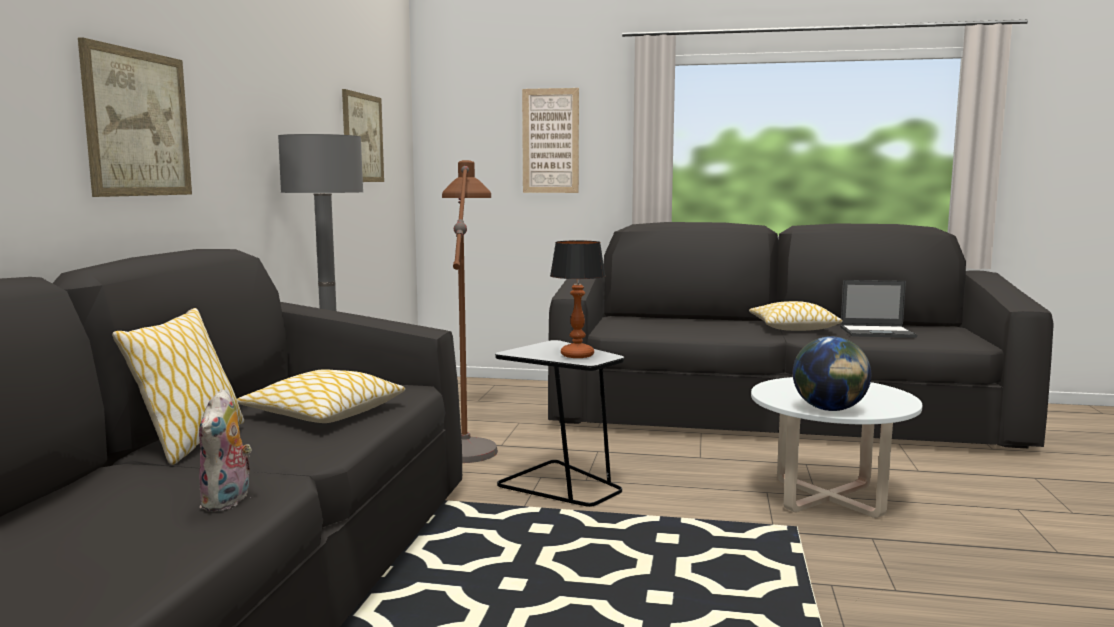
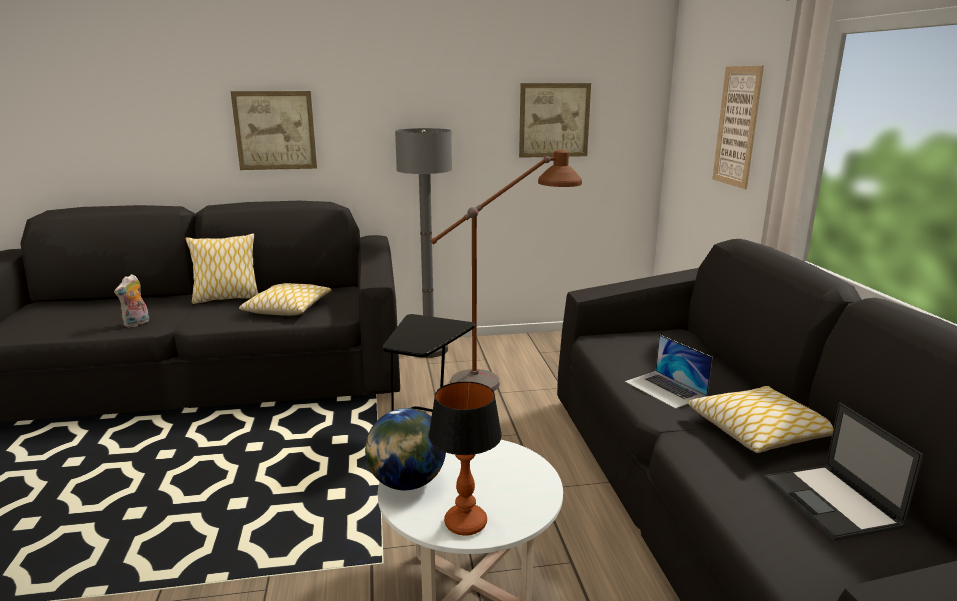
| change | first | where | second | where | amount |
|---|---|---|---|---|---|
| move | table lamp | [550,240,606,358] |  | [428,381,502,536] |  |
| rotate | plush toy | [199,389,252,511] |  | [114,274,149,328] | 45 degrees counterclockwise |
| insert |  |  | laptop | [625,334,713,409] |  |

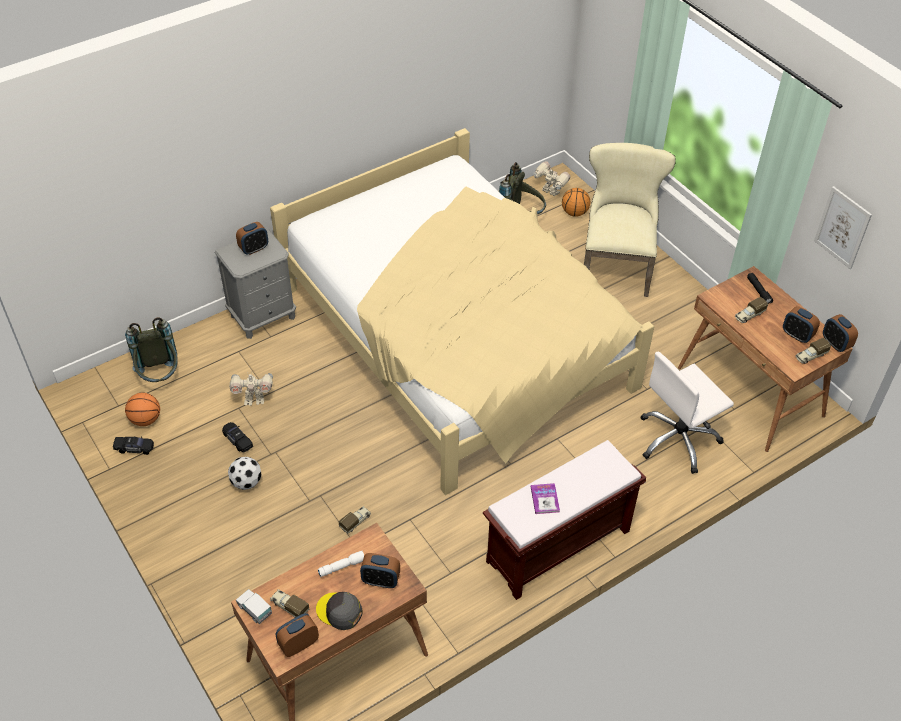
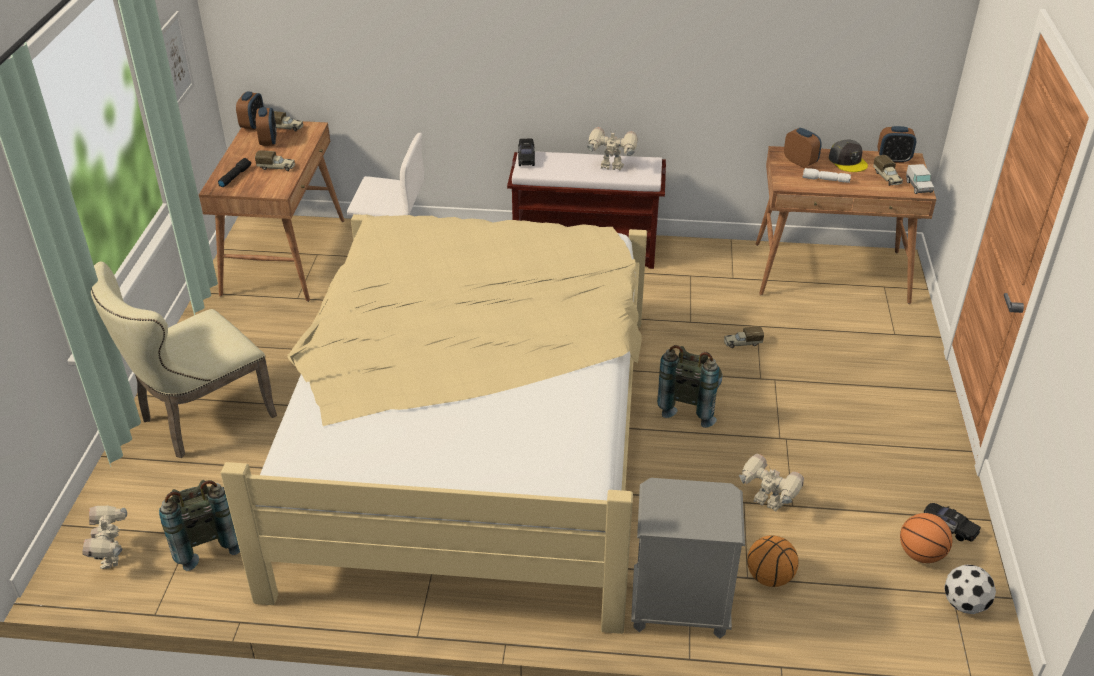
| change | first | where | second | where | amount |
|---|---|---|---|---|---|
| move | basketball | [562,188,590,217] |  | [747,535,798,587] |  |
| delete | alarm clock | [236,222,268,255] |  |  |  |
| move | backpack/grey | [125,318,178,382] |  | [657,345,722,428] |  |
| move | toy car/black | [222,422,253,453] |  | [518,139,535,166] |  |
| move | football | [228,457,262,490] |  | [944,565,996,614] |  |
| replace | book | [531,483,560,514] | toy robot | [587,127,638,170] |  |

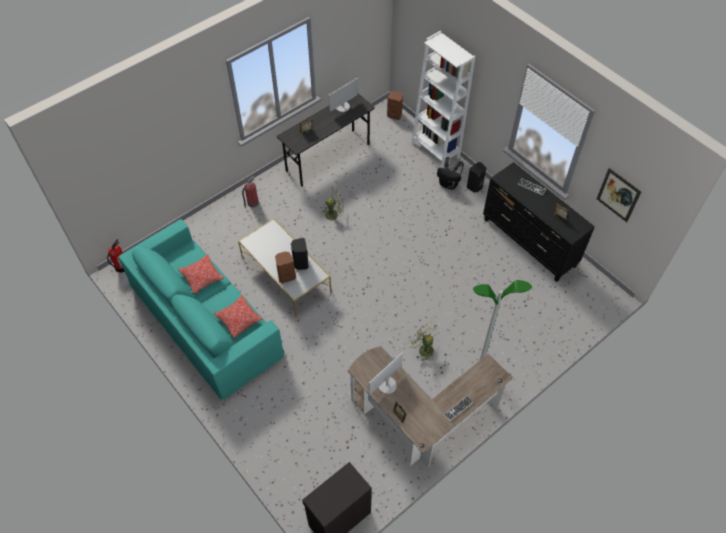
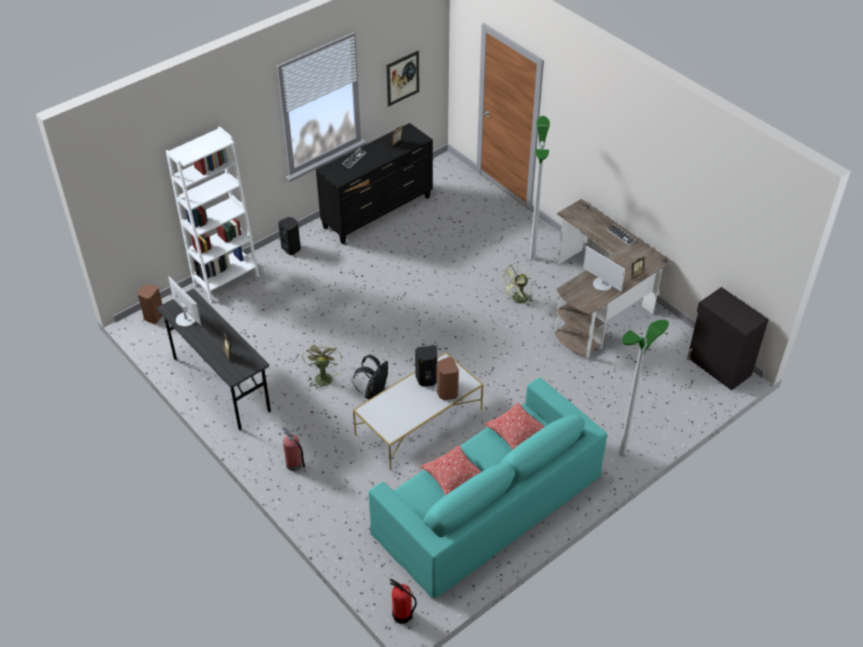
| change | first | where | second | where | amount |
|---|---|---|---|---|---|
| move | backpack/black | [437,157,464,190] |  | [353,355,388,399] |  |
| insert |  |  | floor lamp | [619,320,669,455] |  |

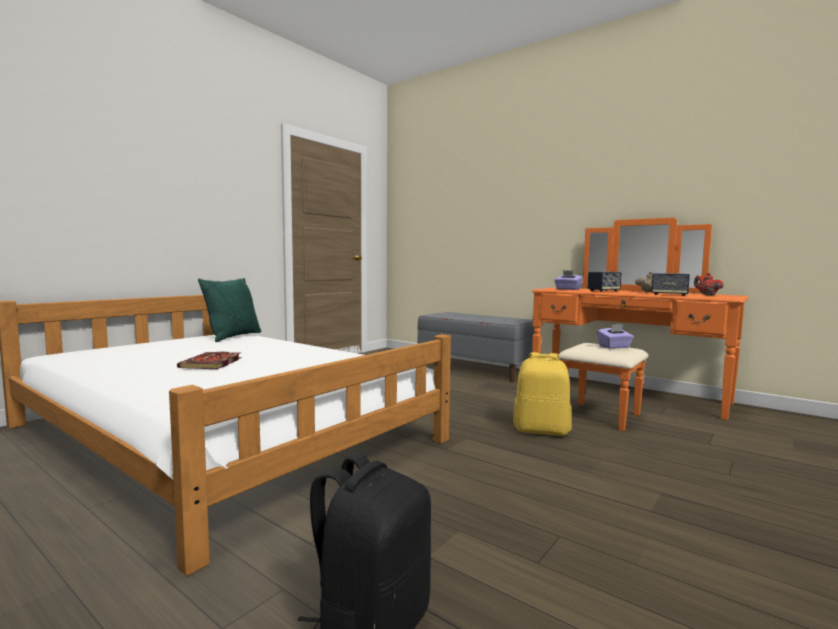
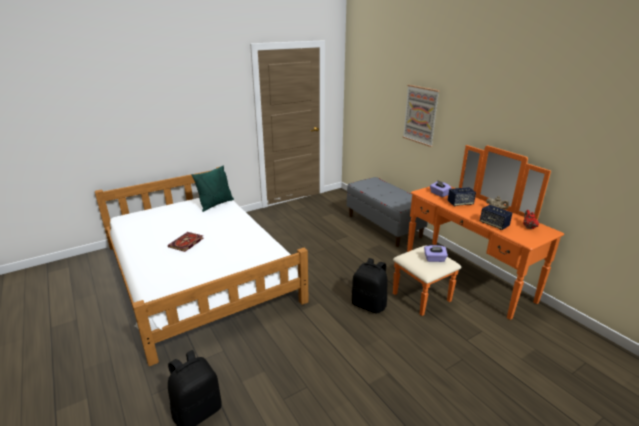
| change | first | where | second | where | amount |
|---|---|---|---|---|---|
| recolor | backpack/yellow | [513,352,572,436] | backpack/black | [351,258,387,313] |  |
| insert |  |  | picture | [403,85,440,147] |  |

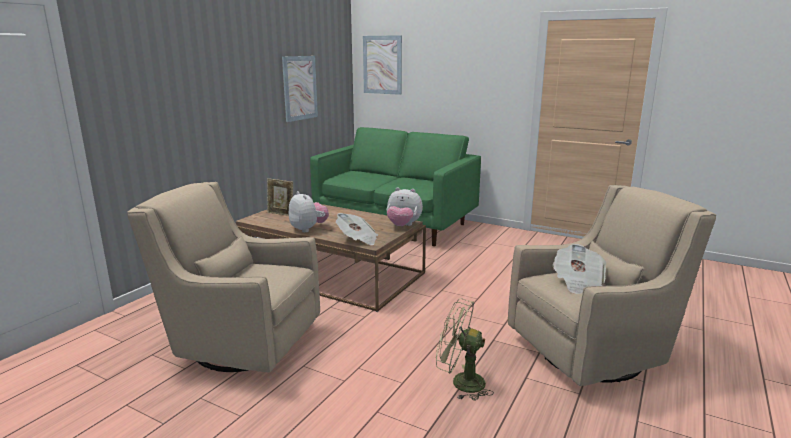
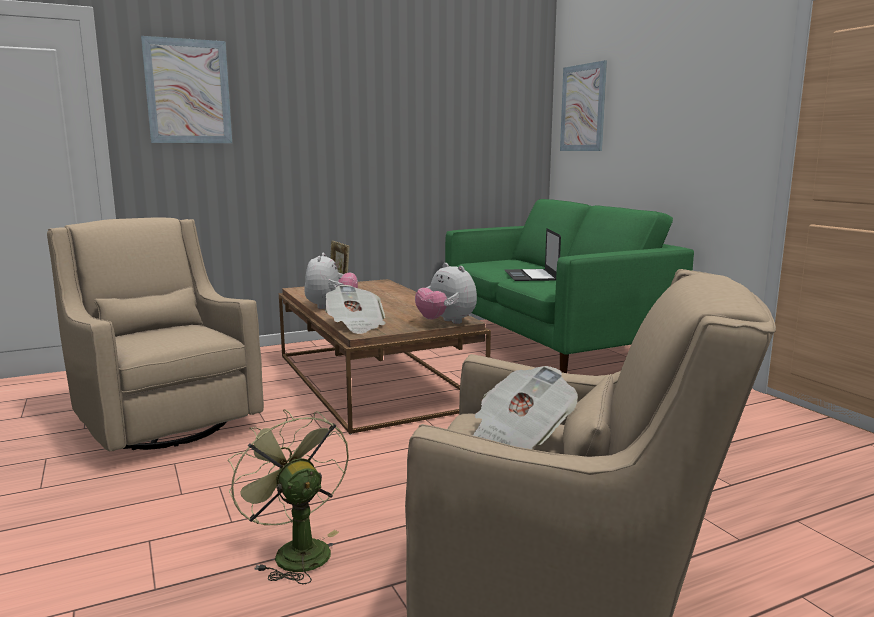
| change | first | where | second | where | amount |
|---|---|---|---|---|---|
| move | picture | [282,56,318,122] |  | [141,36,232,143] |  |
| insert |  |  | laptop | [505,228,561,281] |  |

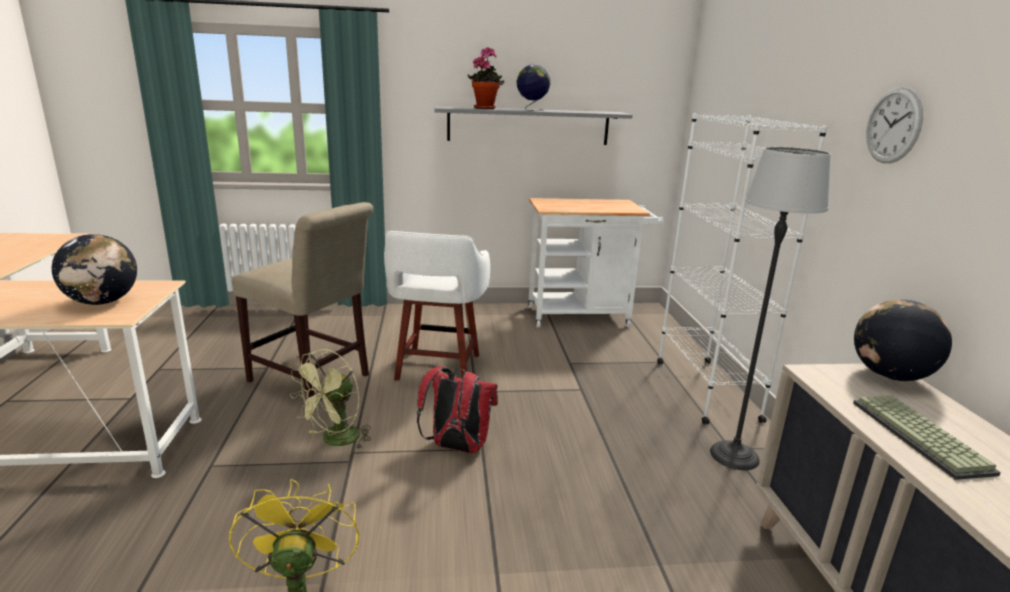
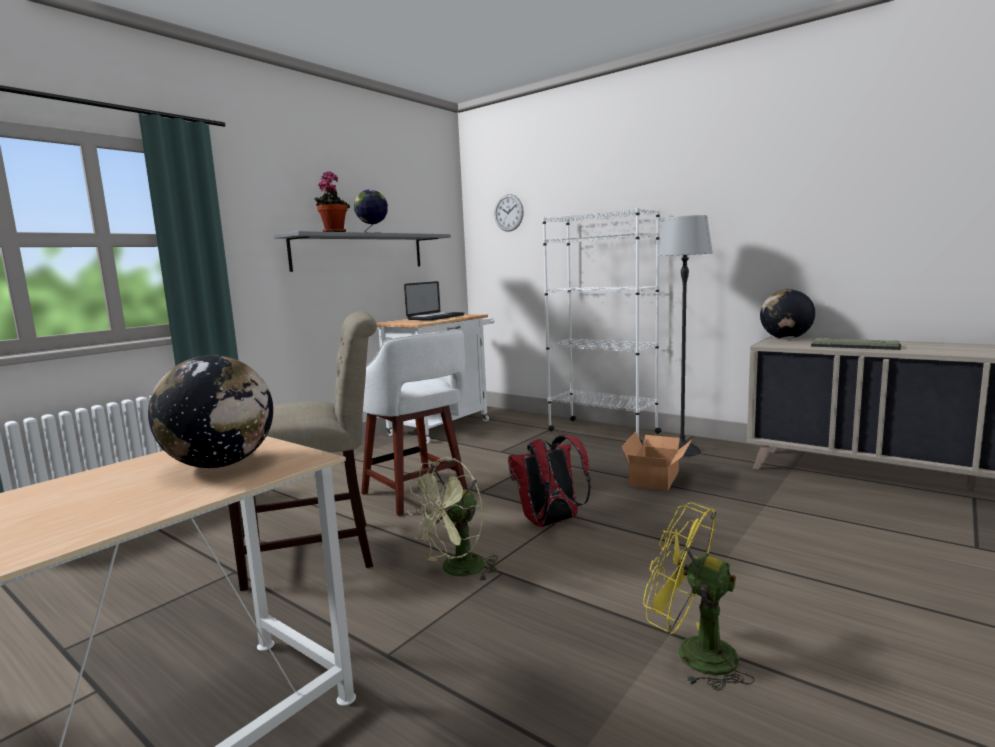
| change | first | where | second | where | amount |
|---|---|---|---|---|---|
| move | wall clock | [866,87,923,163] |  | [494,194,524,232] |  |
| rotate | fan/green | [289,349,371,449] |  | [407,457,498,580] | 60 degrees clockwise |
| insert |  |  | laptop | [404,281,464,320] |  |
| insert |  |  | cardboard box | [621,431,692,491] |  |

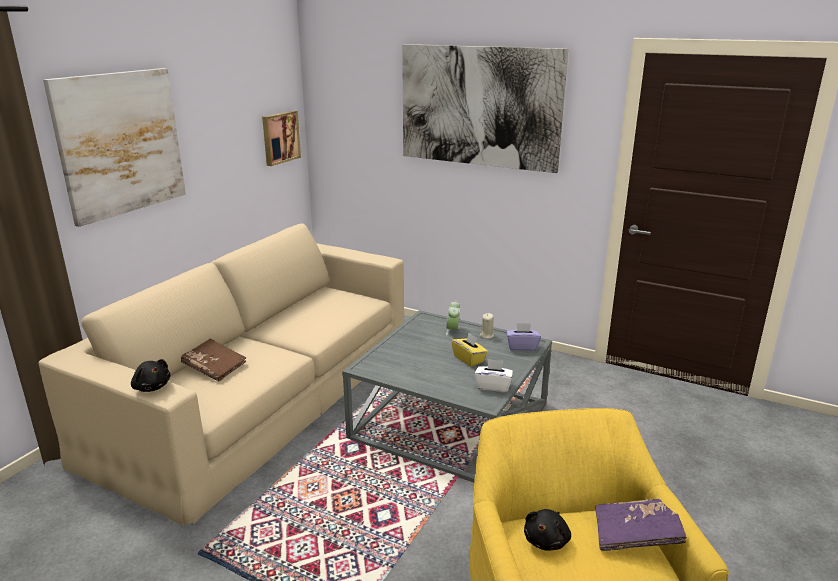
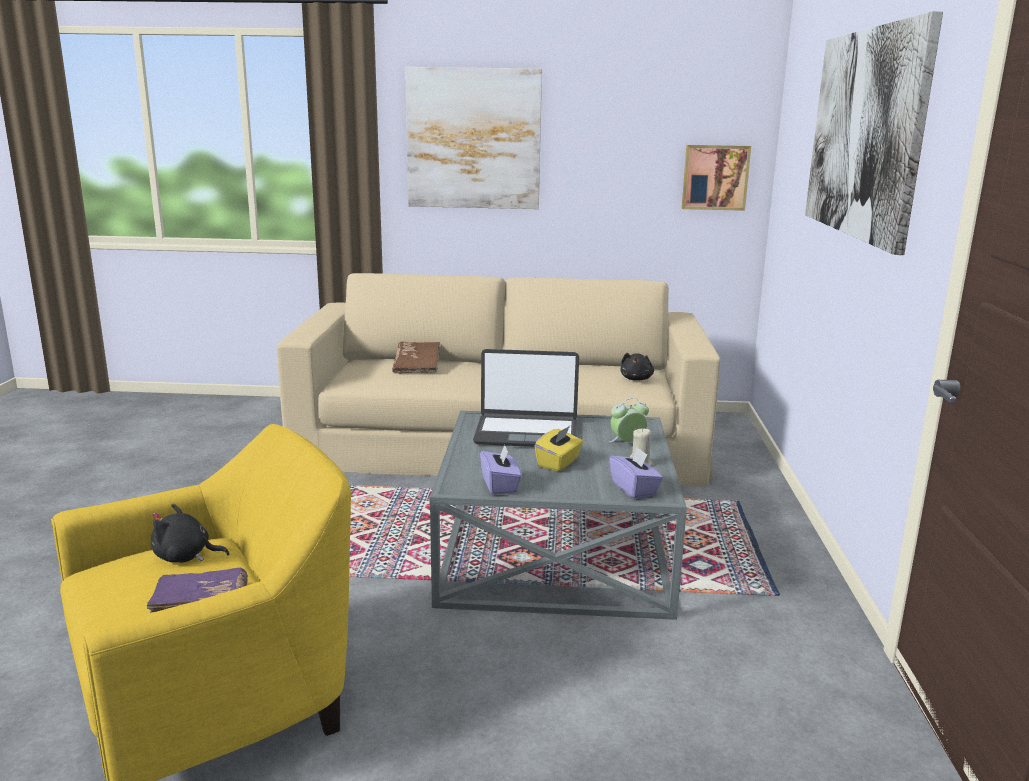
| change | first | where | second | where | amount |
|---|---|---|---|---|---|
| move | plush toy/black | [131,359,170,392] |  | [620,353,654,381] |  |
| recolor | tissue box/white | [475,359,513,392] | tissue box/purple | [480,444,522,495] |  |
| insert |  |  | laptop | [473,349,579,447] |  |

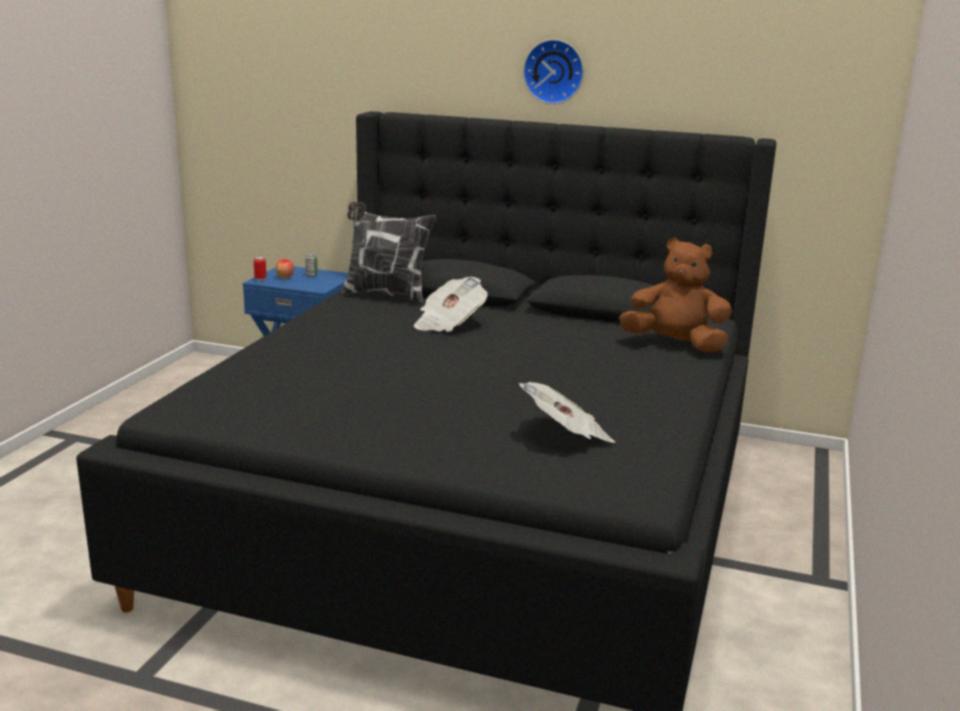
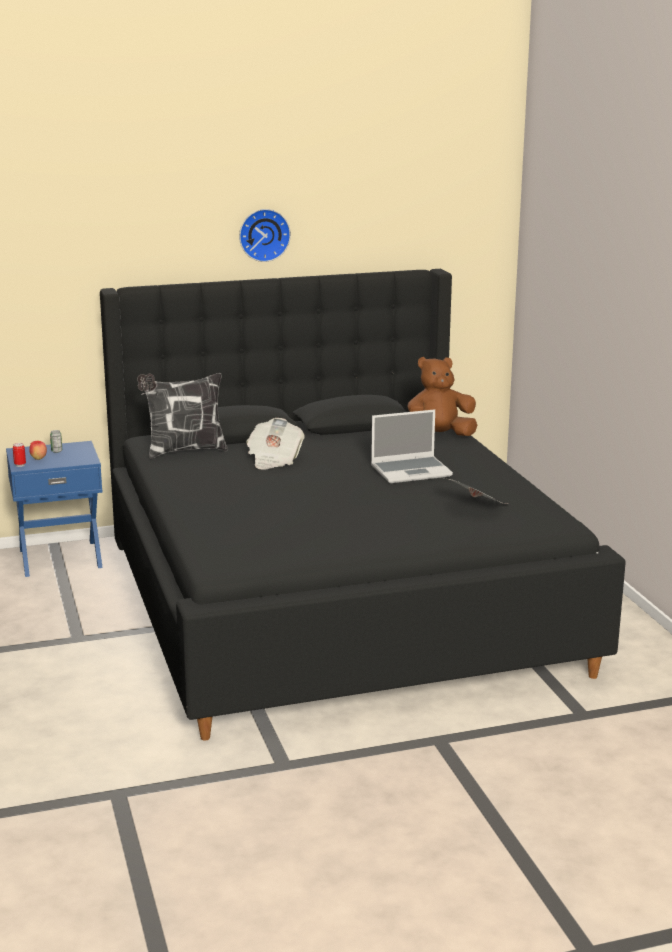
| change | first | where | second | where | amount |
|---|---|---|---|---|---|
| insert |  |  | laptop | [371,409,453,483] |  |

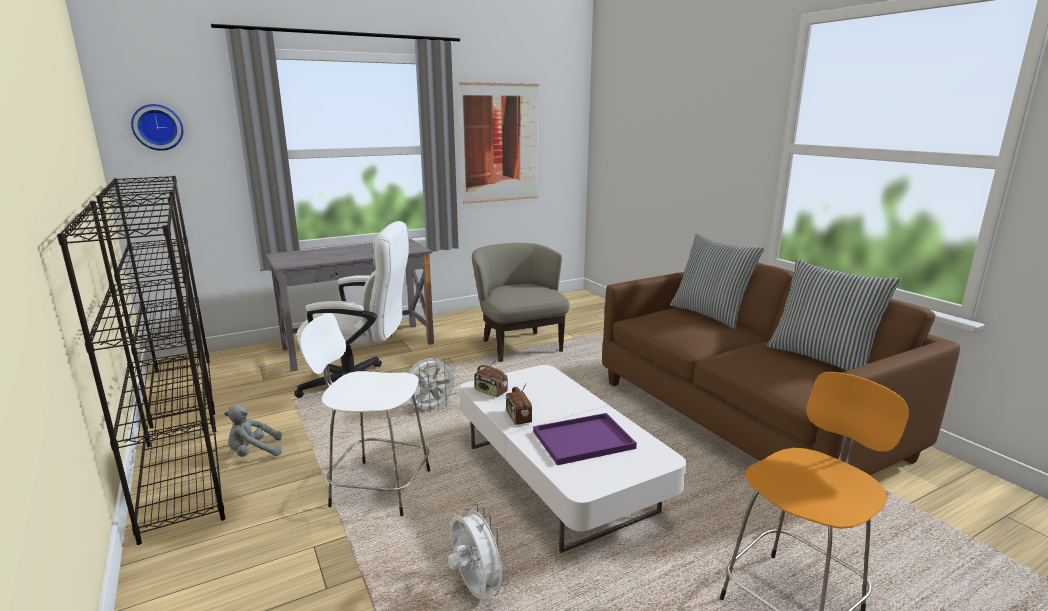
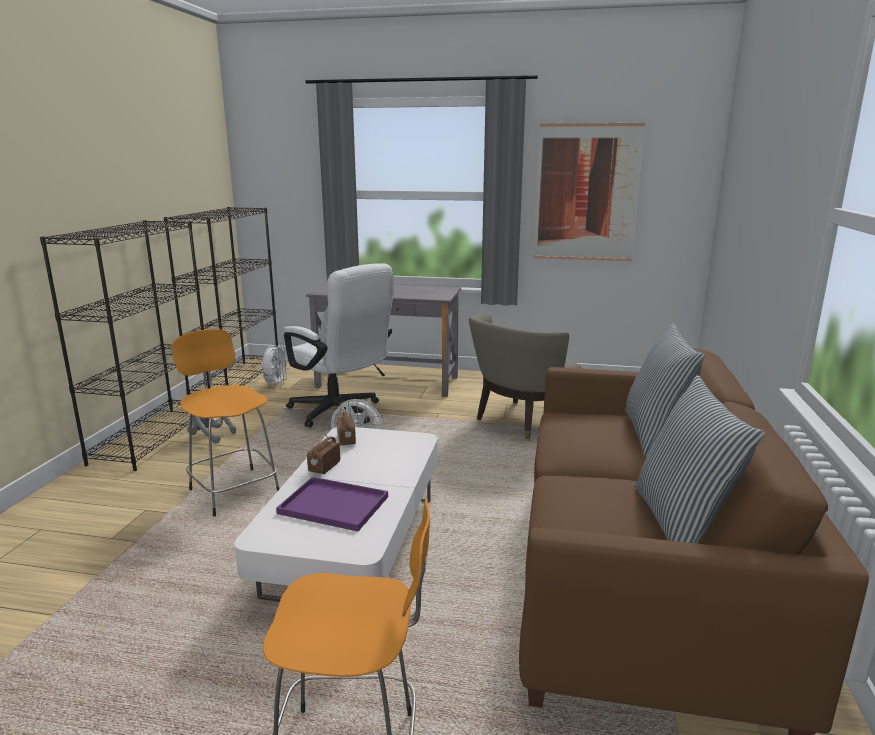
| change | first | where | second | where | amount |
|---|---|---|---|---|---|
| delete | wall clock | [131,104,184,151] |  |  |  |
| rotate | armchair/beige | [472,243,570,362] |  | [469,313,582,439] | 150 degrees counterclockwise |
| recolor | stool/white | [299,313,430,516] | stool/orange | [172,329,280,517] |  |
| move | fan/white | [448,503,509,599] |  | [261,343,289,387] |  |

